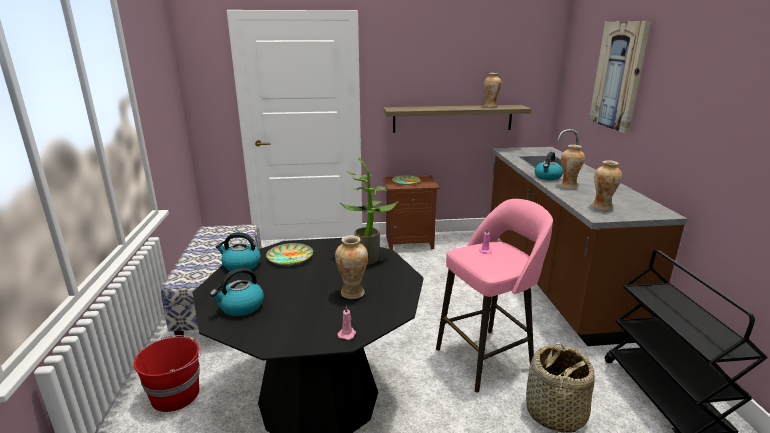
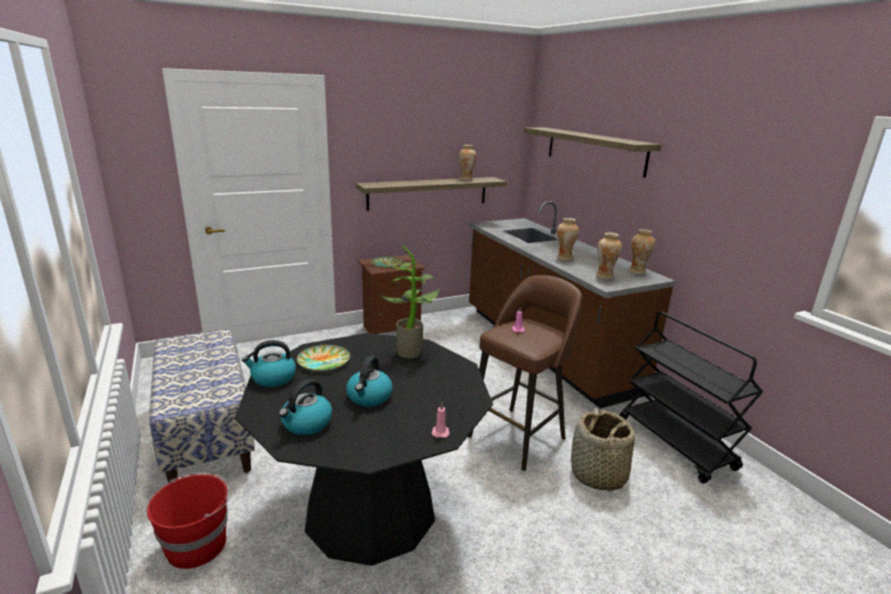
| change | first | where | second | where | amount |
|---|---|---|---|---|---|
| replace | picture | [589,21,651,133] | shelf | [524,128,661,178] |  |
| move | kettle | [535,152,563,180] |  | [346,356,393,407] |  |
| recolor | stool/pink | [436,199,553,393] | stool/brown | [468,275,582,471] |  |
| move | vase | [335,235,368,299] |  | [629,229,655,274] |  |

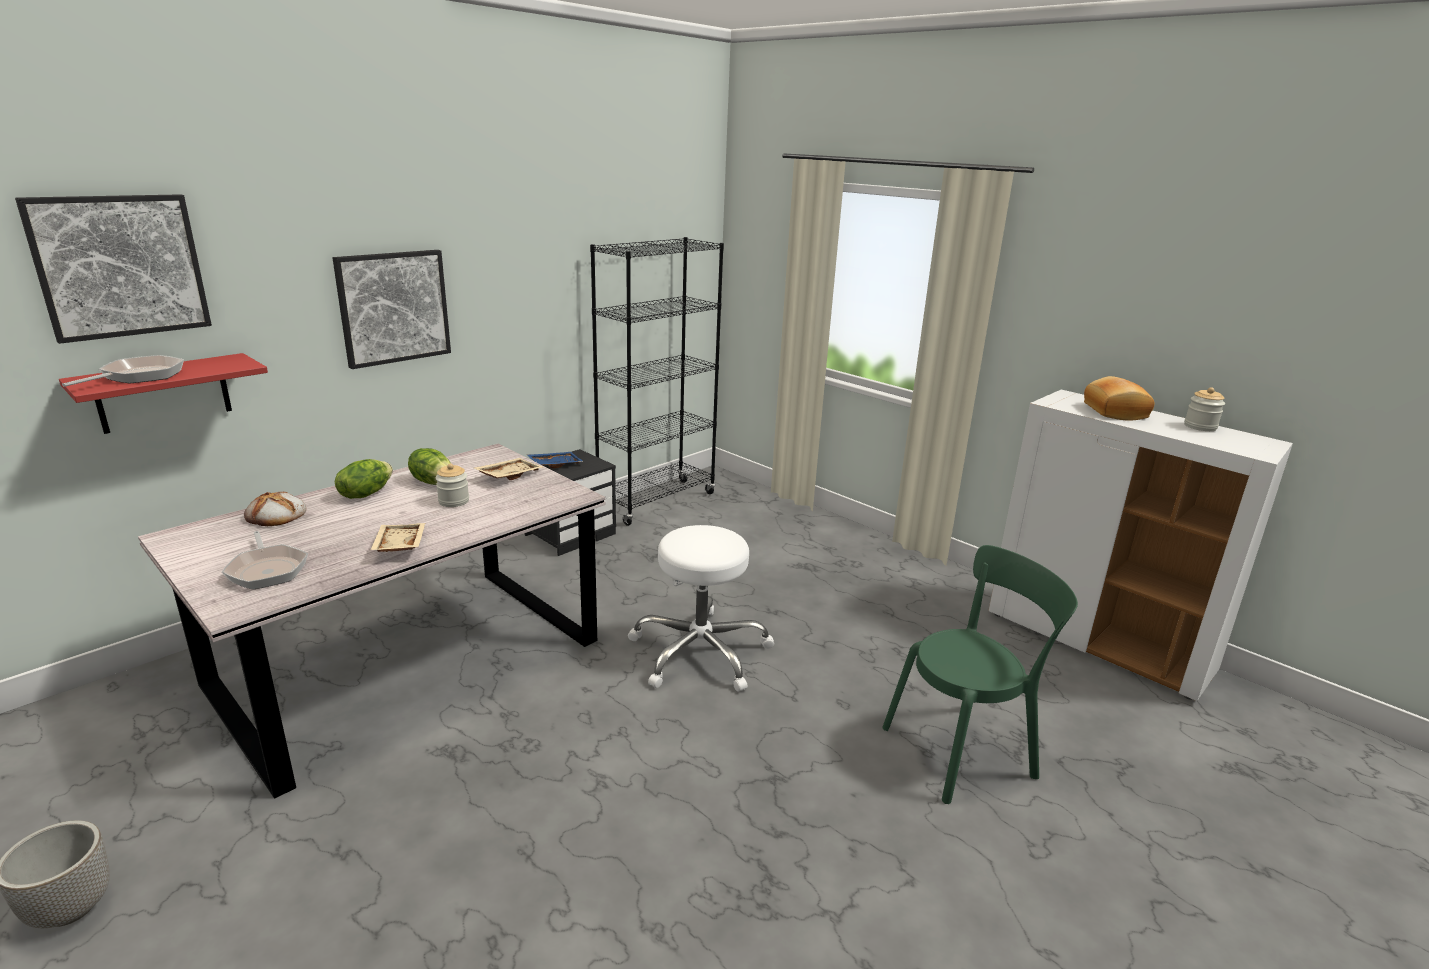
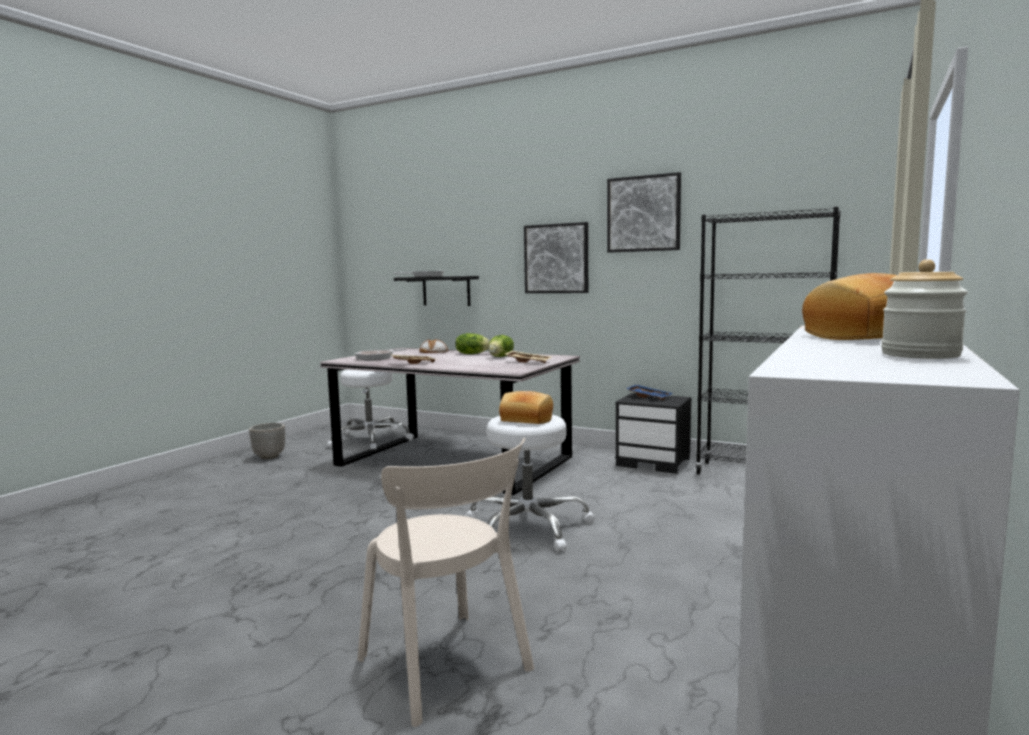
| change | first | where | second | where | amount |
|---|---|---|---|---|---|
| move | picture | [15,194,212,344] |  | [607,172,681,253] |  |
| recolor | shelf/red | [59,353,268,434] | shelf/black | [394,276,479,306] |  |
| delete | jar | [435,463,469,507] |  |  |  |
| recolor | chair/green | [882,545,1078,804] | chair/beige | [357,437,534,727] |  |
| insert |  |  | stool/white | [327,370,414,449] |  |
| insert |  |  | bread | [499,391,553,424] |  |

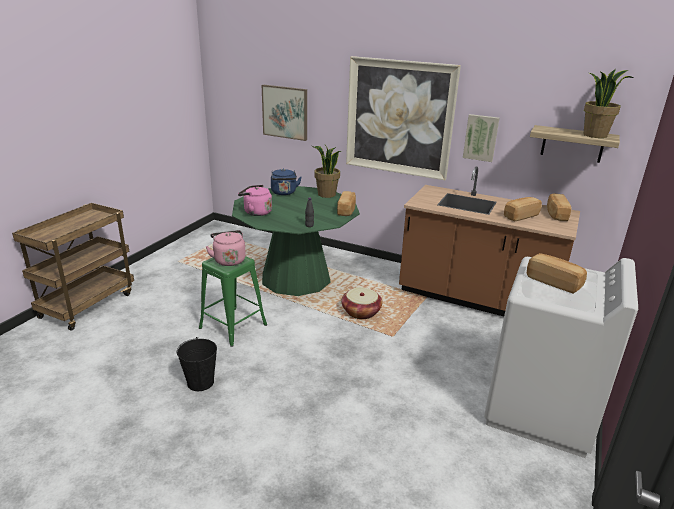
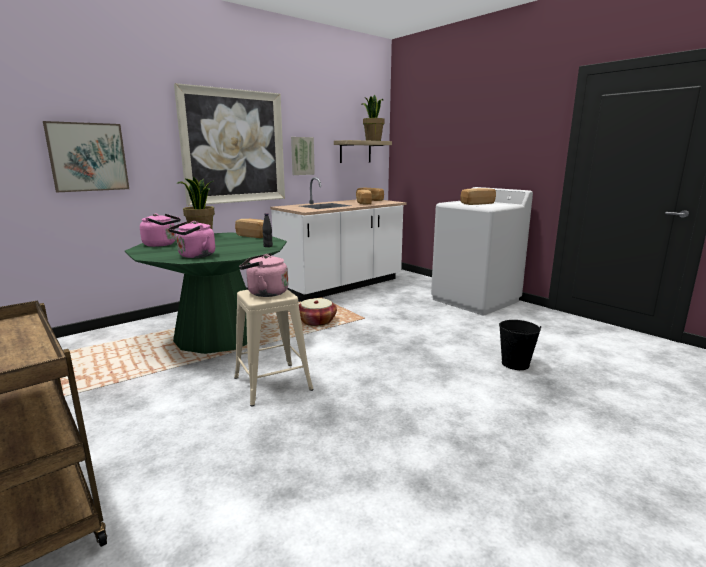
| change | first | where | second | where | amount |
|---|---|---|---|---|---|
| recolor | counter/brown | [399,166,580,316] | counter/white | [270,177,407,302] |  |
| recolor | kettle/blue | [271,169,302,195] | kettle/pink | [140,214,180,247] |  |
| recolor | stool/green | [199,256,267,347] | stool/beige | [234,289,314,407] |  |
| move | bucket/black | [177,337,217,391] |  | [499,320,541,370] |  |

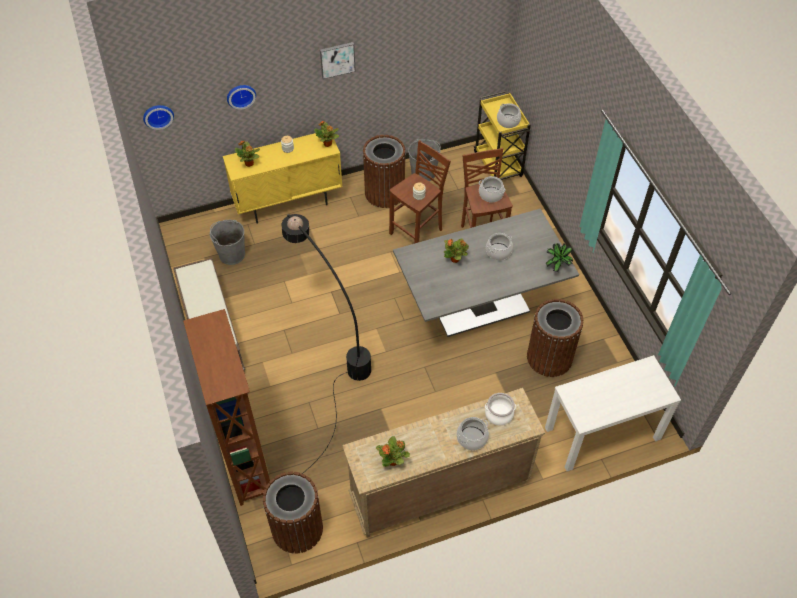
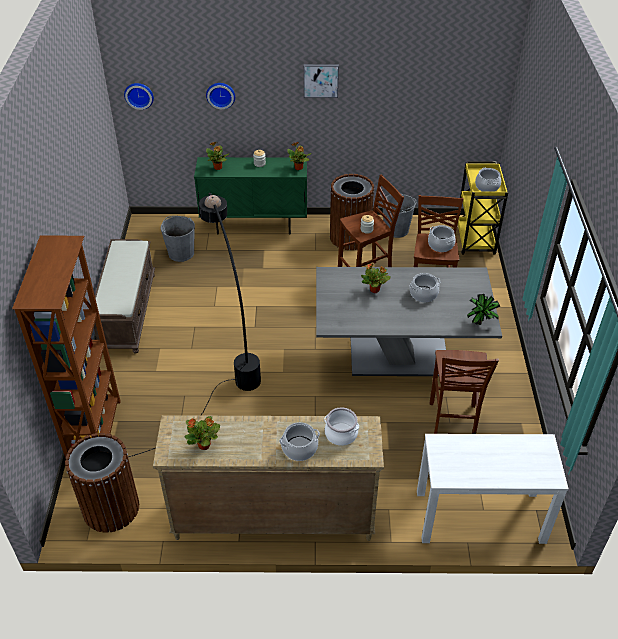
| change | first | where | second | where | amount |
|---|---|---|---|---|---|
| recolor | cabinet/yellow | [223,133,343,224] | cabinet/green | [194,157,307,235] |  |
| replace | trash can/brown | [527,299,584,377] | stool/brown | [430,350,499,434] |  |

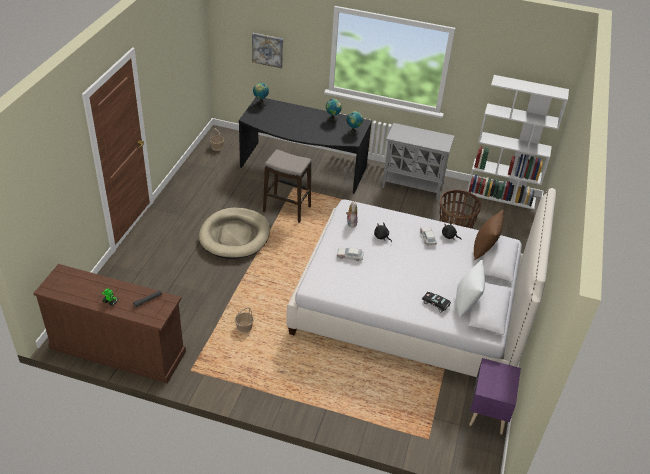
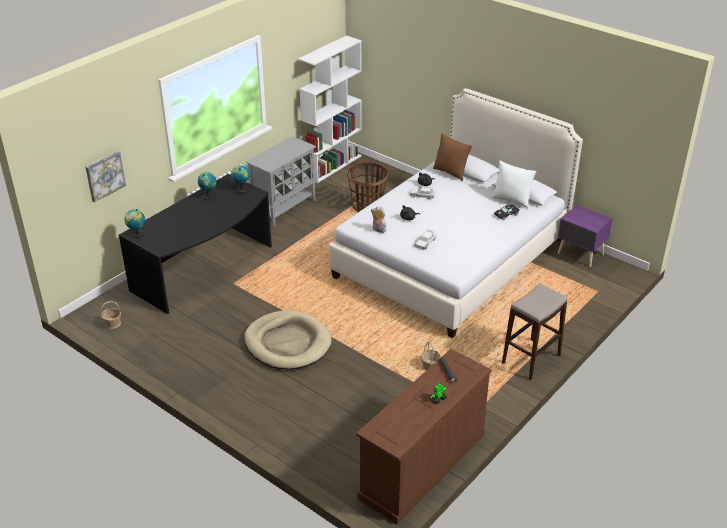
| change | first | where | second | where | amount |
|---|---|---|---|---|---|
| move | stool | [263,149,311,223] |  | [502,284,567,380] |  |

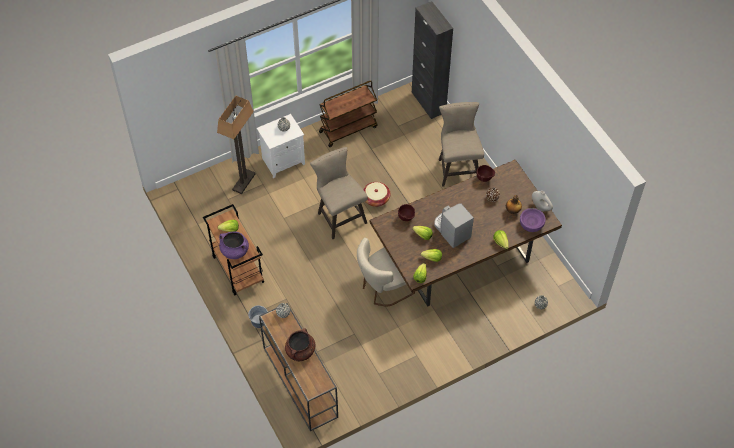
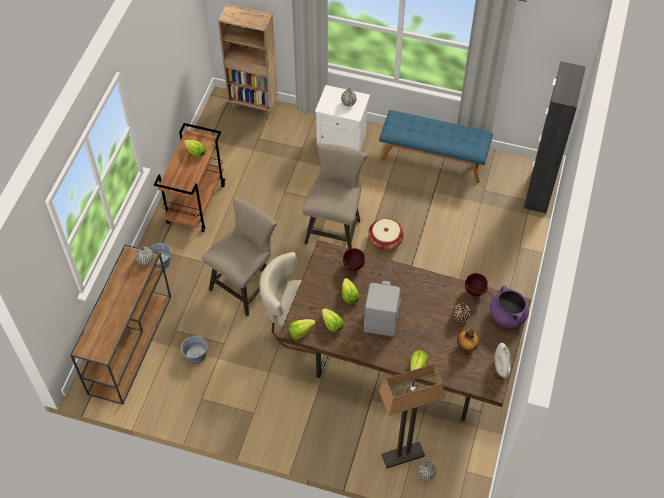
| change | first | where | second | where | amount |
|---|---|---|---|---|---|
| replace | cart/brown | [319,80,378,147] | bench/blue | [379,110,493,183] |  |
| move | floor lamp | [217,96,255,194] |  | [379,364,445,468] |  |
| move | stool/beige | [439,102,484,187] |  | [202,196,277,317] |  |
| delete | bowl/purple | [520,208,546,232] |  |  |  |
| move | cooking pot/purple | [219,231,249,259] |  | [490,286,529,328] |  |
| delete | cooking pot/brown | [285,328,316,362] |  |  |  |
| insert |  |  | bookcase/brown | [218,4,278,120] |  |
| insert |  |  | bucket/grey | [181,336,207,364] |  |

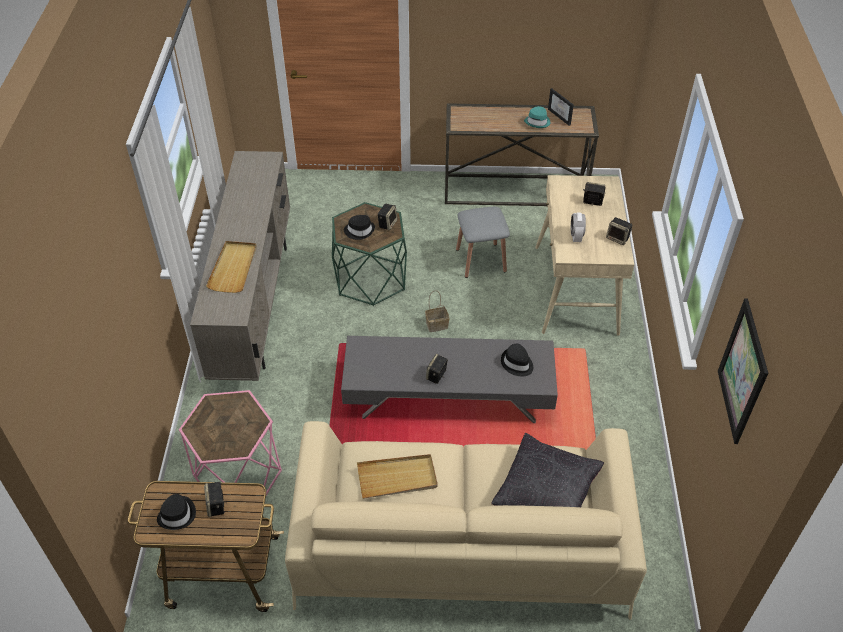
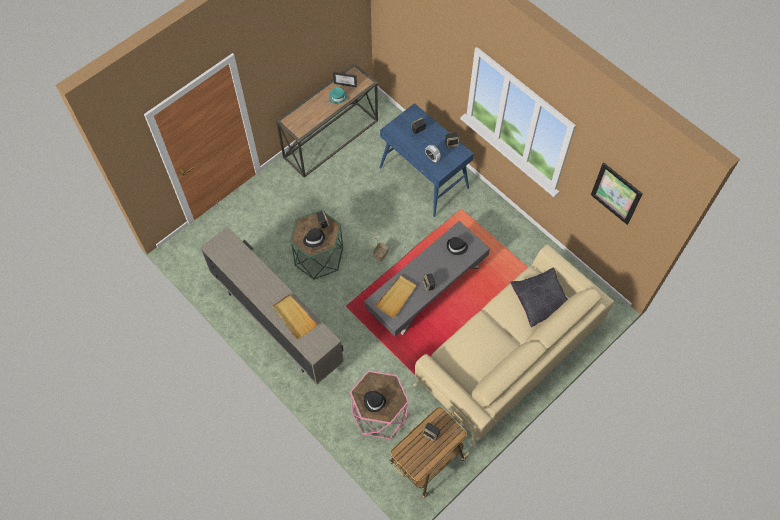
| change | first | where | second | where | amount |
|---|---|---|---|---|---|
| recolor | desk/beige | [535,175,634,336] | desk/blue | [379,103,474,217] |  |
| delete | stool/grey | [456,207,510,278] |  |  |  |
| move | tray/beige | [357,454,437,499] |  | [375,275,417,318] |  |
| move | hat/black | [157,494,196,530] |  | [364,391,386,412] |  |

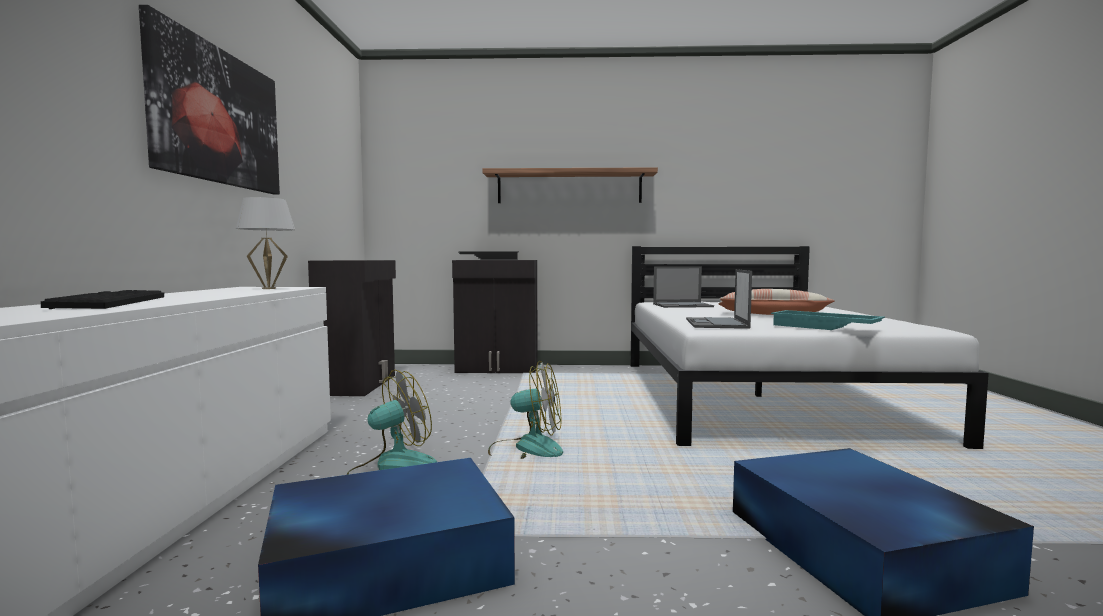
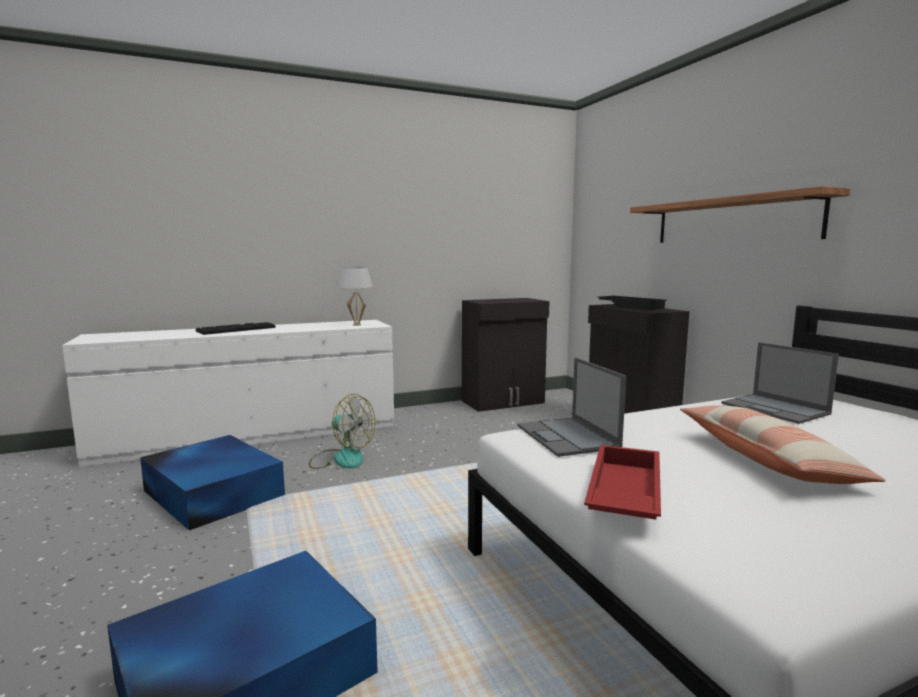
| change | first | where | second | where | amount |
|---|---|---|---|---|---|
| delete | picture | [139,5,280,195] |  |  |  |
| rotate | laptop | [686,269,752,329] |  | [517,357,626,457] | 90 degrees counterclockwise |
| recolor | tray/turquoise | [771,310,885,330] | tray/red | [584,445,661,520] |  |
| delete | fan | [488,360,563,459] |  |  |  |

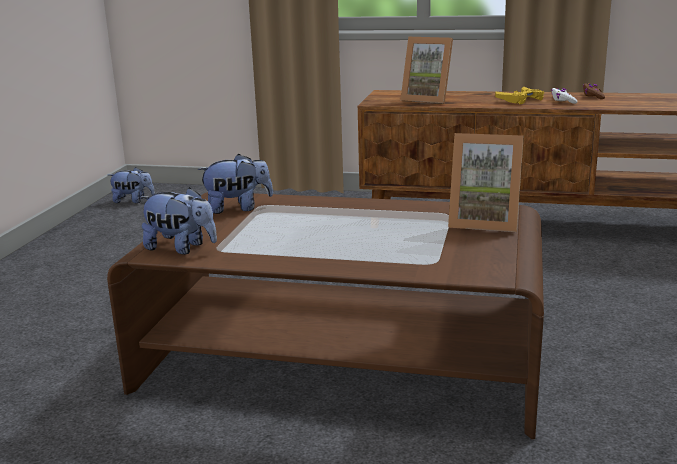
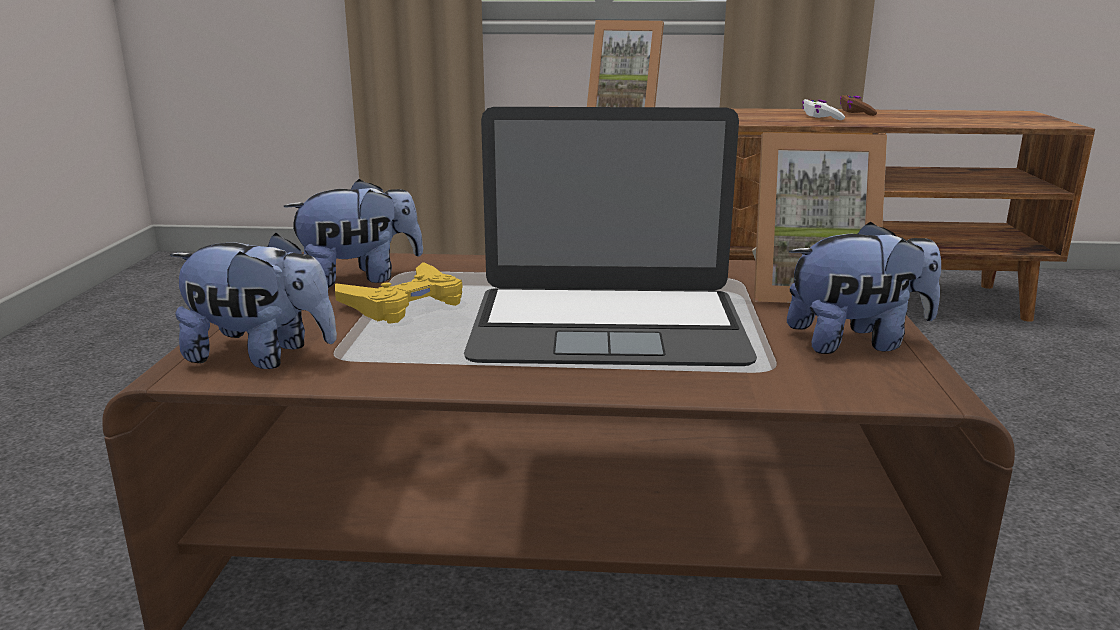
| change | first | where | second | where | amount |
|---|---|---|---|---|---|
| move | game controller/yellow | [495,87,544,104] |  | [335,262,462,324] |  |
| move | plush toy | [108,167,155,203] |  | [787,222,941,354] |  |
| insert |  |  | laptop | [464,107,757,366] |  |

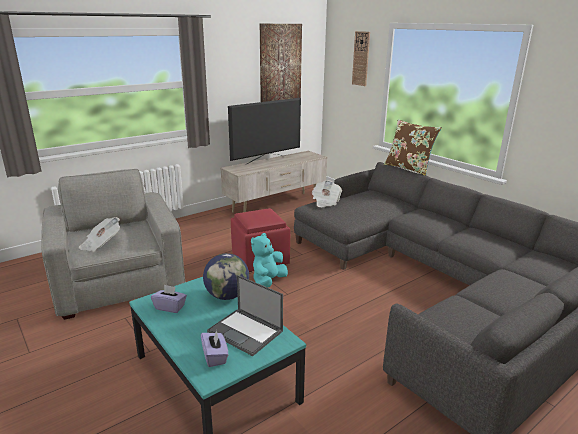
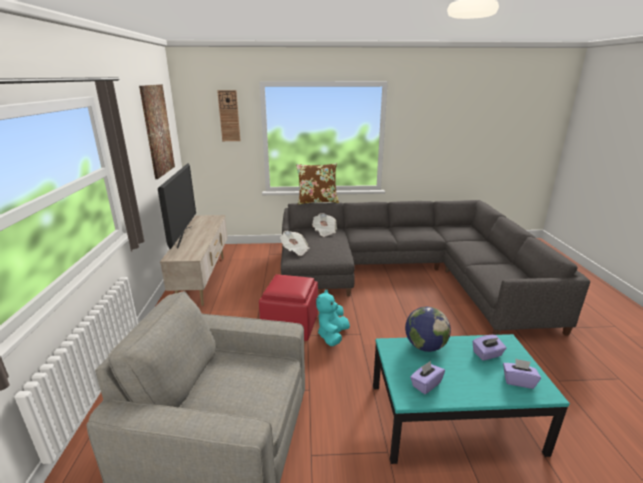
| change | first | where | second | where | amount |
|---|---|---|---|---|---|
| move | newspaper | [79,217,120,252] |  | [312,213,337,237] |  |
| rotate | plush toy/turquoise | [251,233,288,287] |  | [316,290,350,346] | 45 degrees clockwise |
| replace | laptop | [207,275,283,356] | tissue box/purple | [473,335,507,361] |  |

